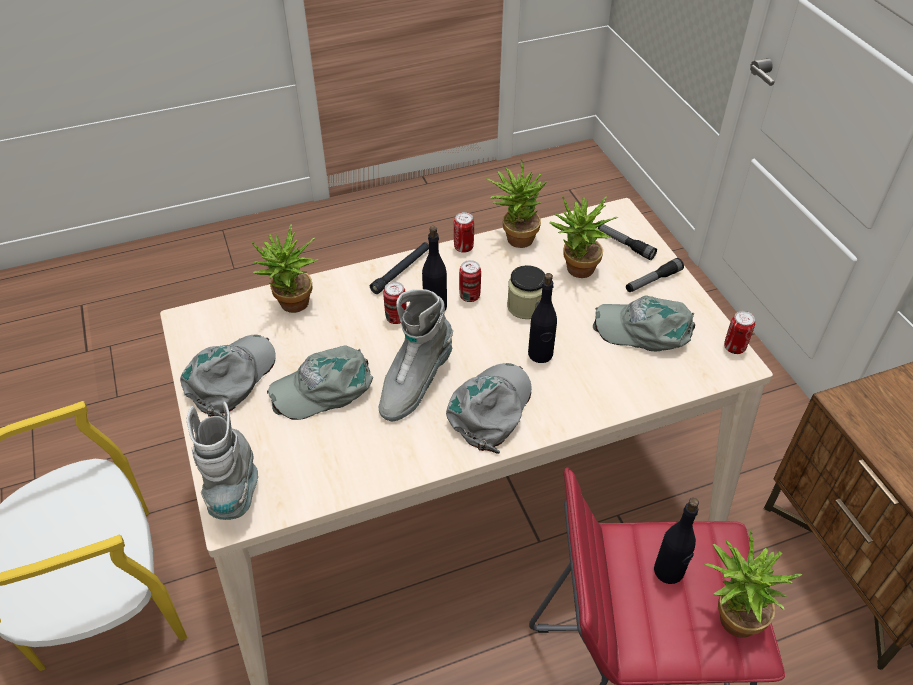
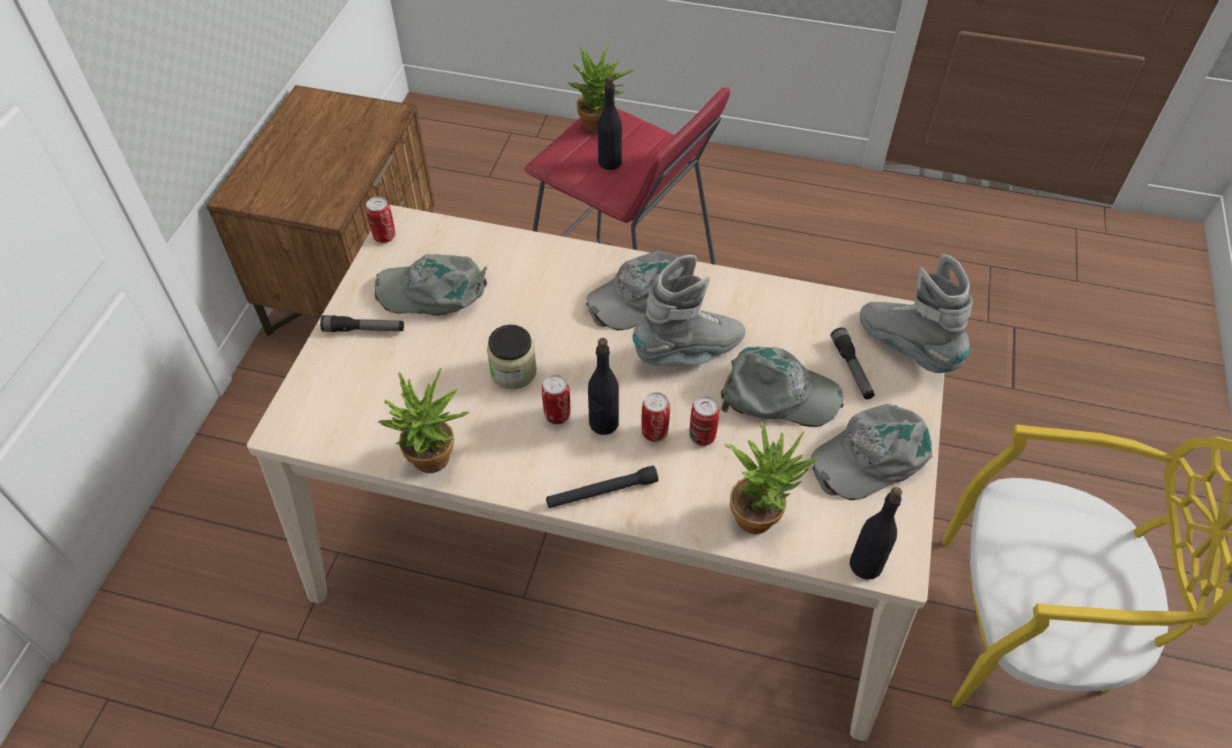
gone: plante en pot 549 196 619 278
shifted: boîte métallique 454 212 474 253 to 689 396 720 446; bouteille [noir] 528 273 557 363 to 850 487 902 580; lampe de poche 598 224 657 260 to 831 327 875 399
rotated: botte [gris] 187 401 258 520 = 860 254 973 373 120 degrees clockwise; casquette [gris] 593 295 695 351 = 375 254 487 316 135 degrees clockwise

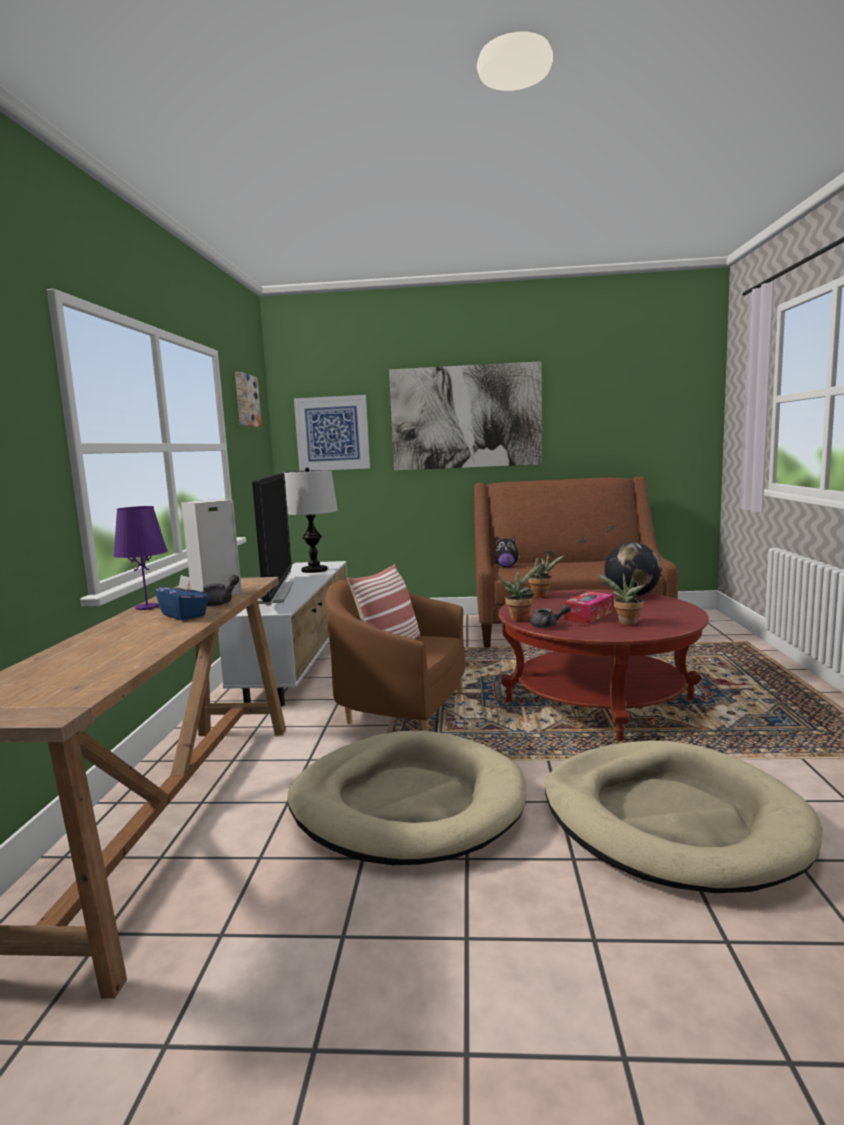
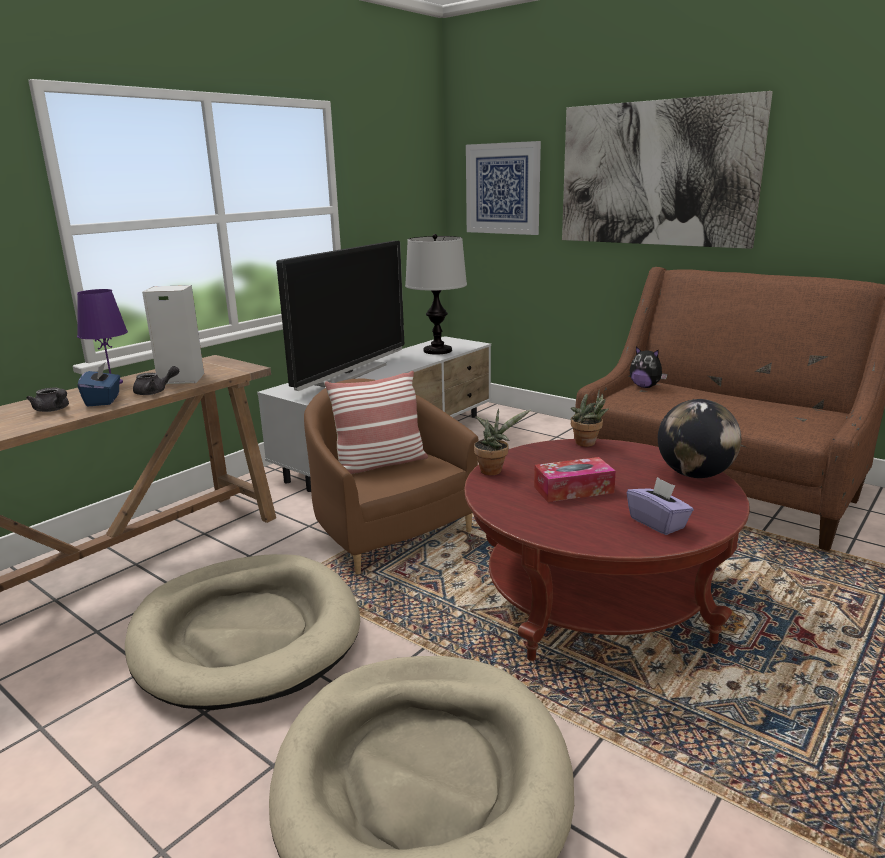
gone: tableau 235 372 262 427; plante en pot 596 573 645 625
new: boîte à mouchoirs [violet] 627 477 694 535
shifted: théière [gris] 530 604 571 628 to 26 388 69 412

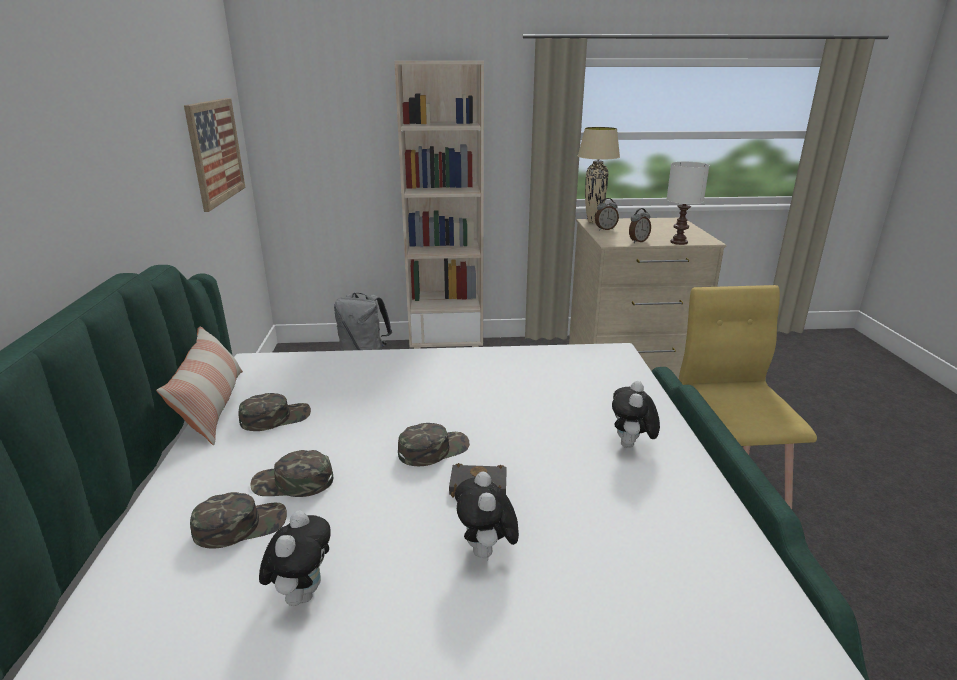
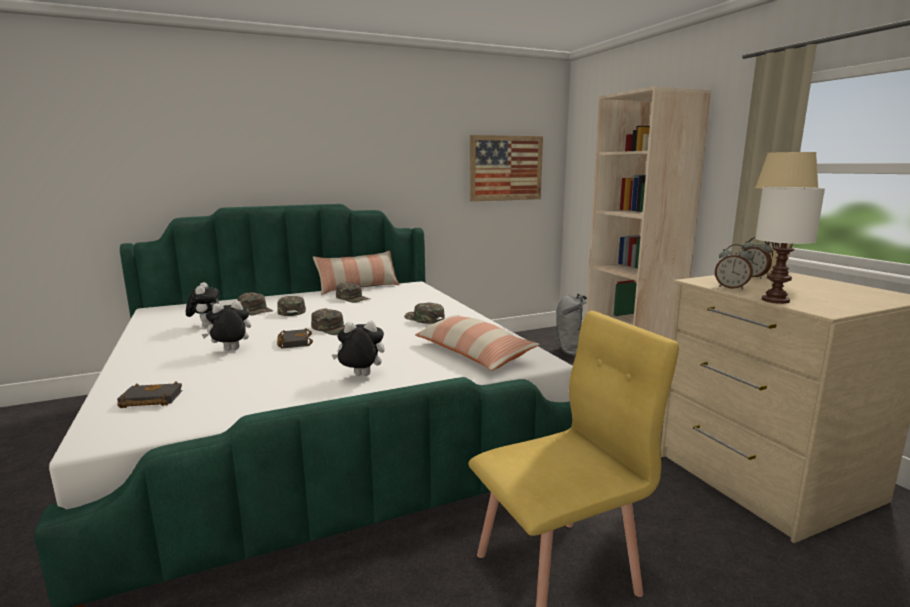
new: livre [noir] 117 381 183 408; casquette [vert] 404 303 445 324; coussin 415 315 540 371
rotated: peluche 259 510 331 606 = 186 282 220 327 90 degrees counterclockwise

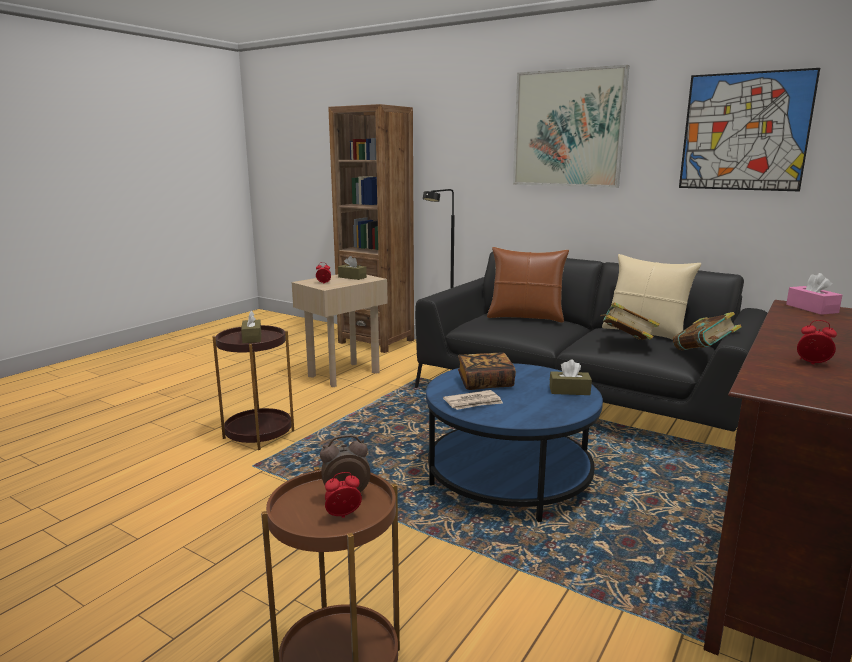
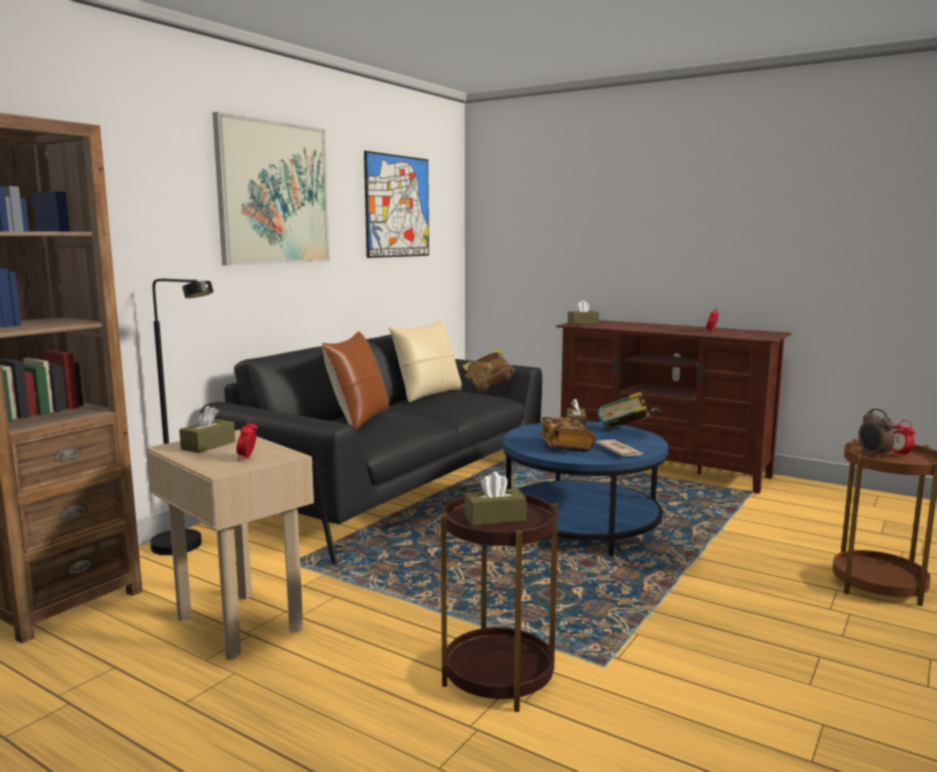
shifted: livre 600 302 660 340 to 598 392 650 429
repainted: boîte à mouchoirs [rose] 786 273 842 315 to boîte à mouchoirs [marron] 568 300 599 325

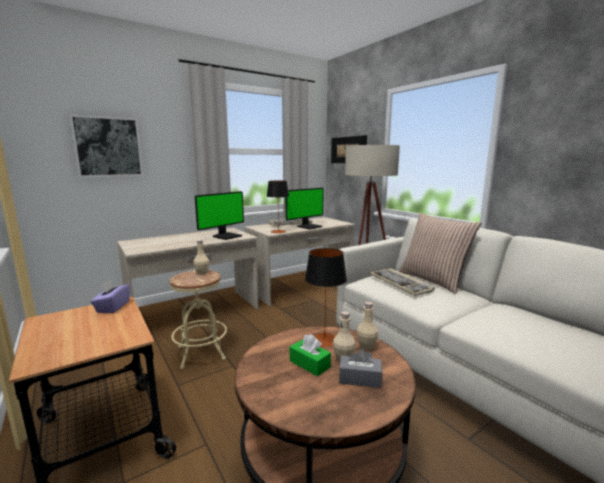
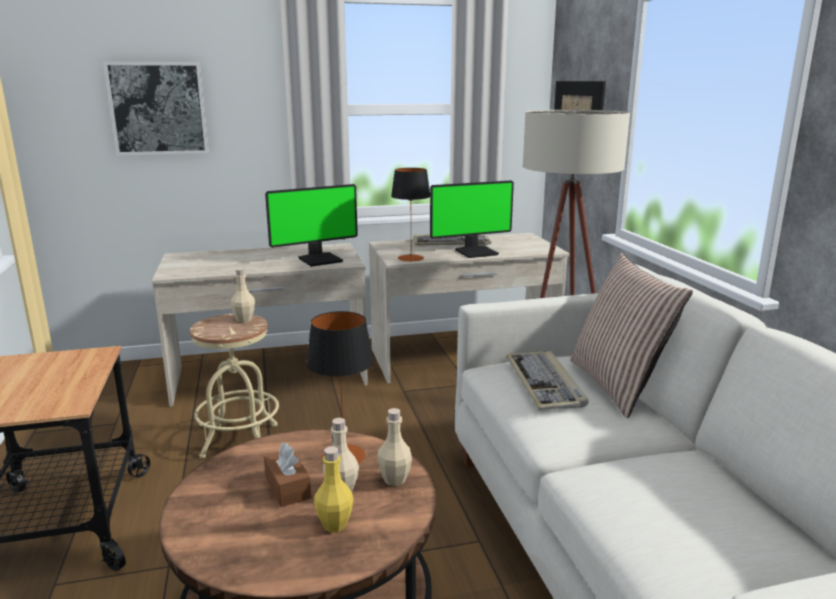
gone: boîte à mouchoirs [violet] 91 280 130 313
swapped: boîte à mouchoirs [gris] 339 349 382 388 to bouteille [jaune] 314 446 354 532
repainted: boîte à mouchoirs [vert] 290 334 331 377 to boîte à mouchoirs [marron] 264 443 311 507

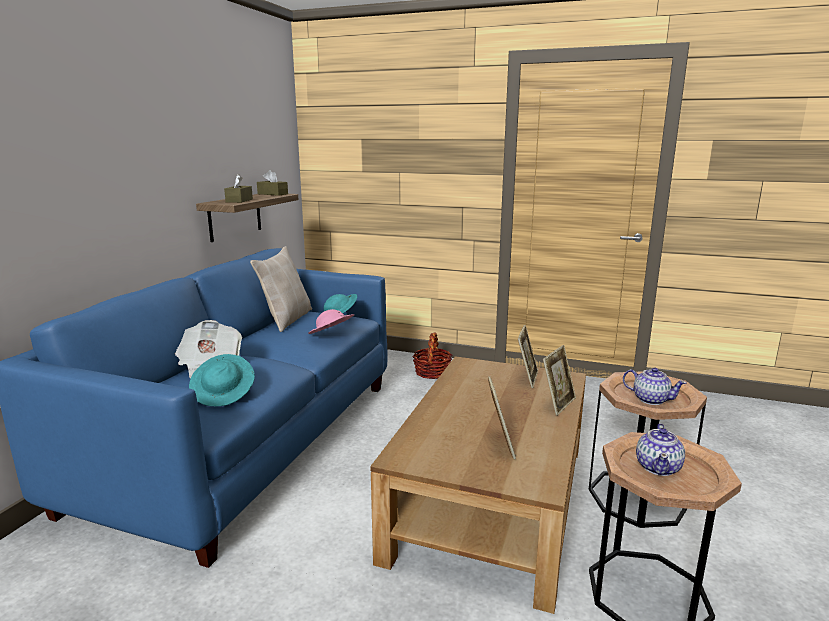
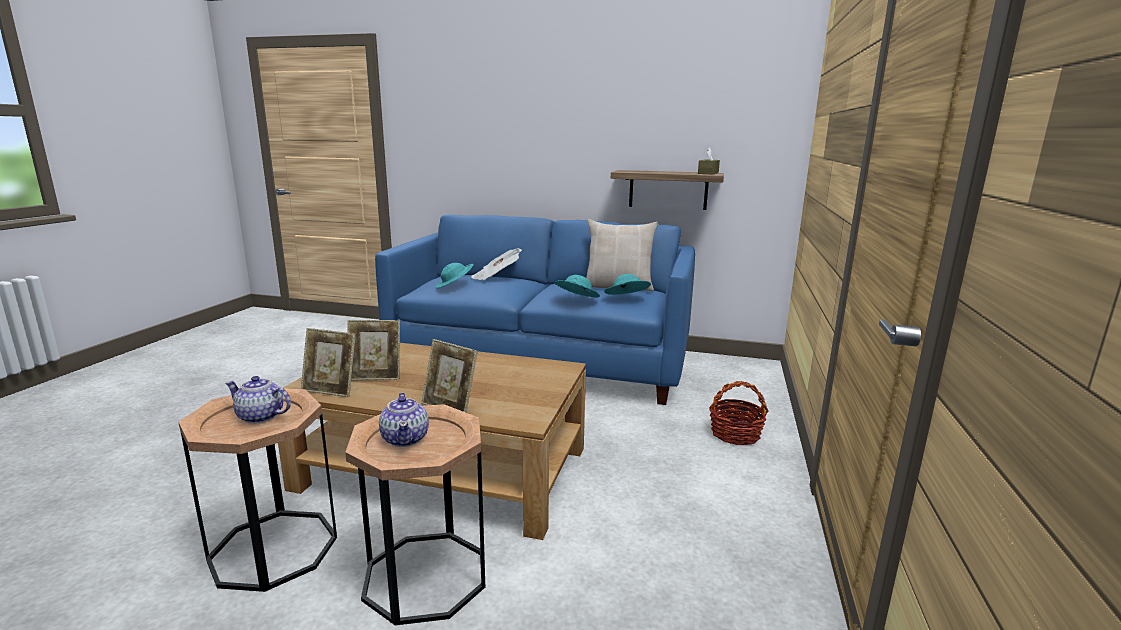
gone: boîte à mouchoirs [marron] 224 174 253 203
shifted: cadre photo 518 325 538 388 to 301 328 356 397
repainted: chapeau [rose] 308 309 354 334 to chapeau [turquoise] 555 275 600 297
rotated: théière 623 368 687 405 = 379 393 429 447 45 degrees counterclockwise

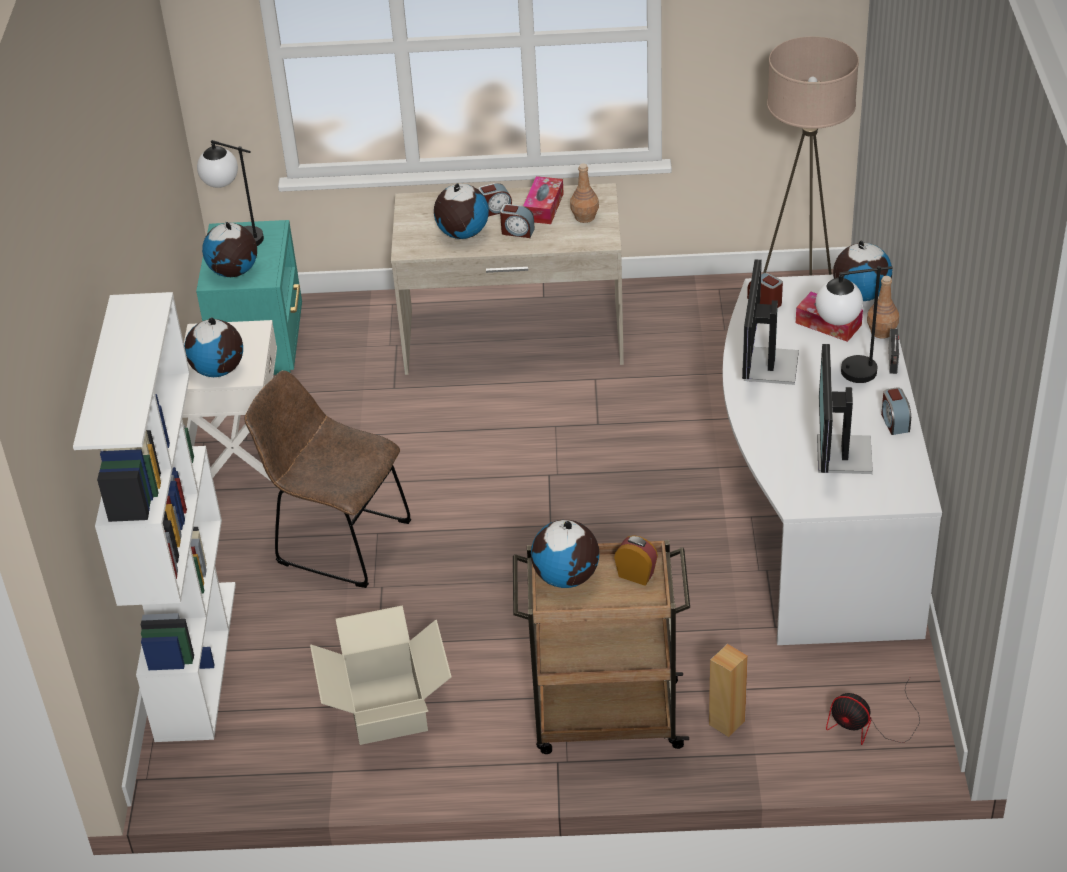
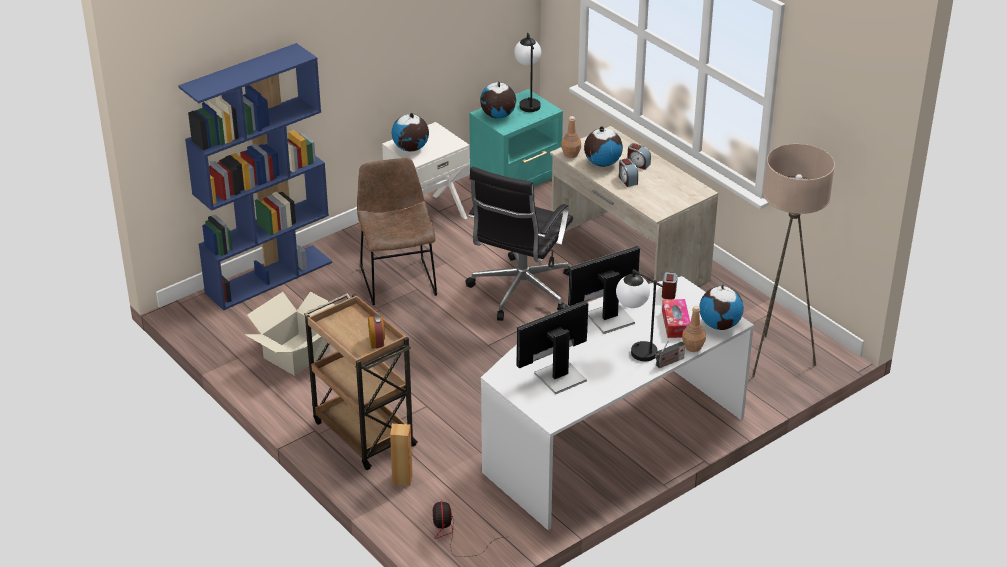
gone: boîte à mouchoirs 523 176 564 224; globe 531 520 599 588; réveil 881 387 911 435
new: chaise de bureau [noir] 465 167 573 321
shifted: bouteille [marron] 570 163 599 223 to 561 116 581 158
repainted: bibliothèque [blanc] 73 292 236 742 to bibliothèque [bleu] 178 43 332 311

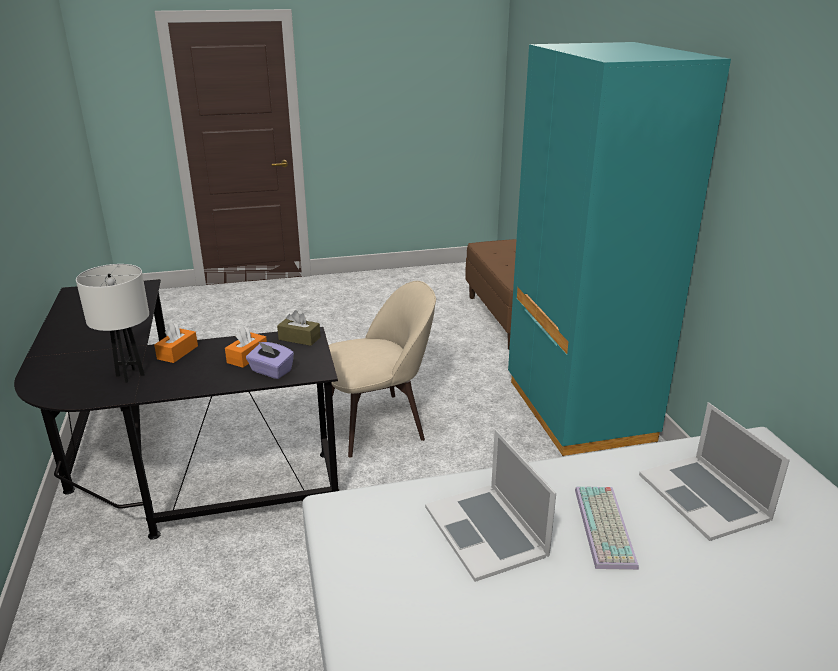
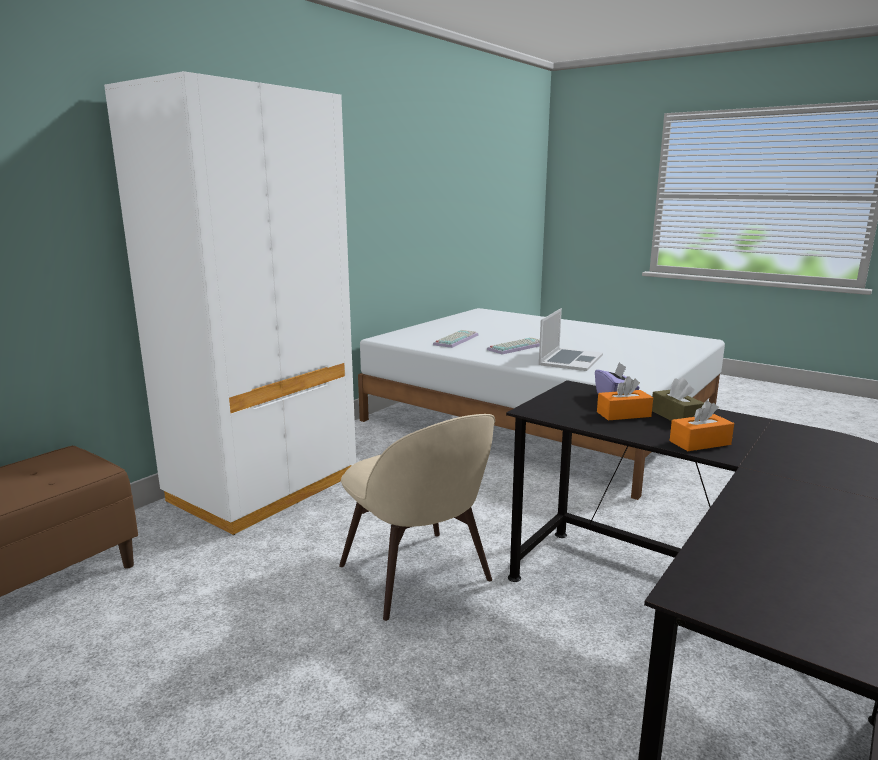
gone: lampe de table [blanc] 76 264 149 383
shifted: boîte à mouchoirs [marron] 277 310 320 346 to 652 378 704 421
swapped: ordinateur portable 639 402 790 541 to clavier 433 330 479 348
repainted: armoire [turquoise] 508 42 731 456 to armoire [blanc] 104 71 356 535
rotated: chaise [beige] 325 281 436 457 = 339 414 495 621 150 degrees counterclockwise

